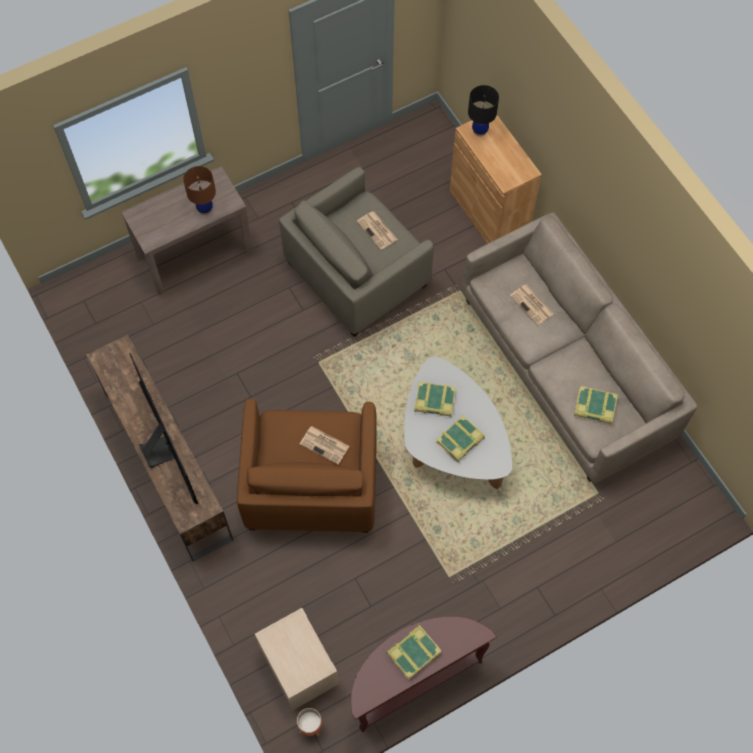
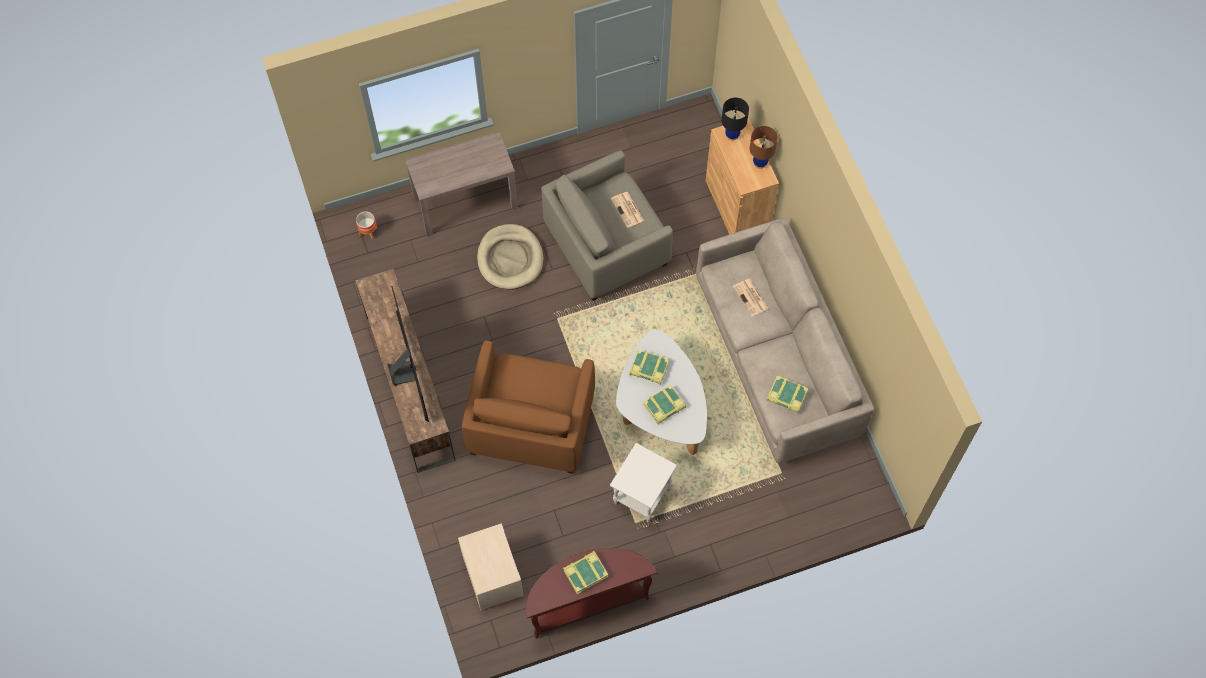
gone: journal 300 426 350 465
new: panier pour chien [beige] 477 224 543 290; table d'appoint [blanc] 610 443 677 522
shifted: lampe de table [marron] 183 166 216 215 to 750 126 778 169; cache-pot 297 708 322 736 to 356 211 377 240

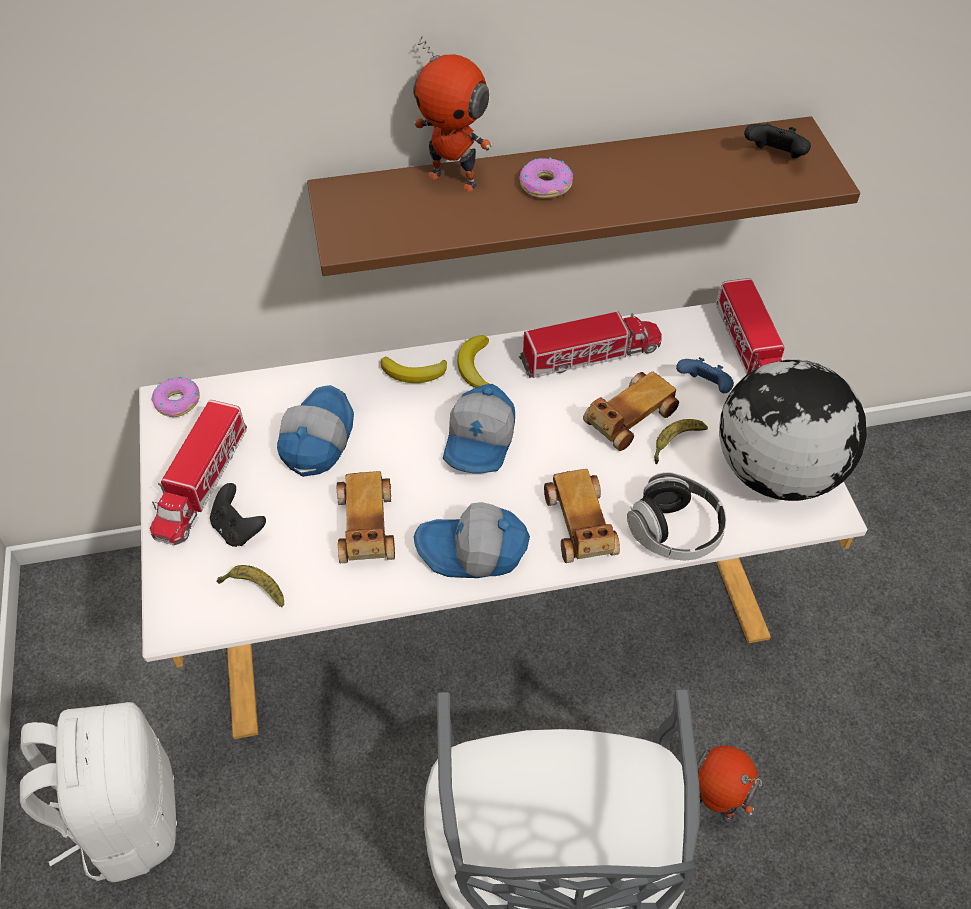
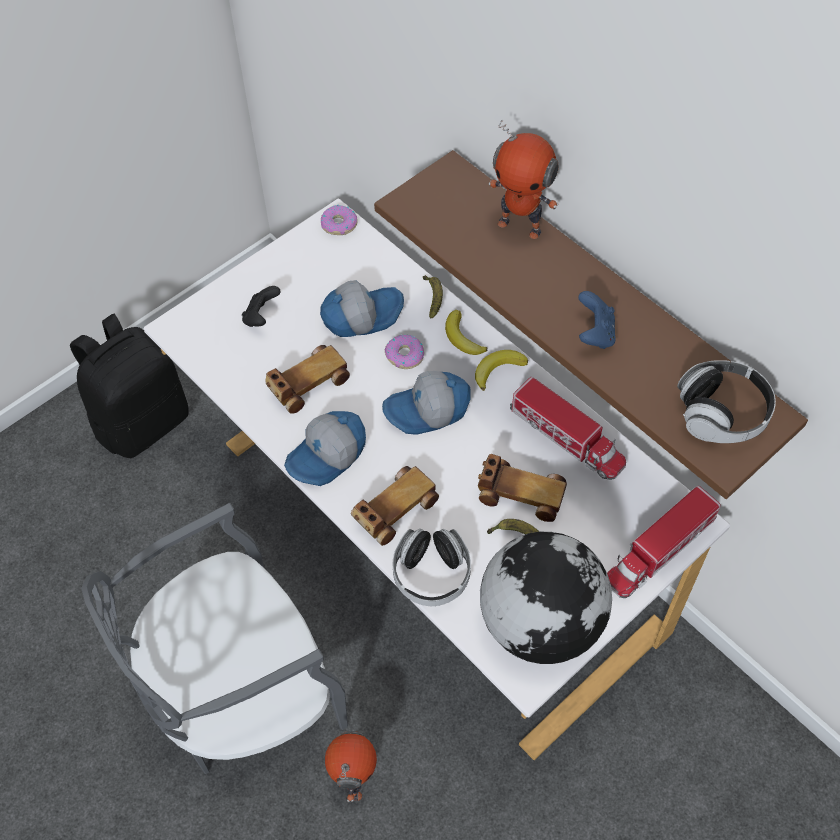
gone: camion jouet 150 400 247 545
shifted: banane 217 565 284 607 to 423 275 443 319; beignet 519 157 573 199 to 384 335 424 369; manette [bleu] 676 357 734 393 to 578 291 616 349
swapped: manette [noir] 744 124 811 158 to casque audio 677 360 776 443
repainted: sac à dos [blanc] 20 702 177 882 to sac à dos [noir] 70 314 189 458
rotated: robot jouet 413 36 493 192 = 489 120 559 239 60 degrees counterclockwise; casquette 414 502 530 578 = 284 411 366 486 105 degrees counterclockwise

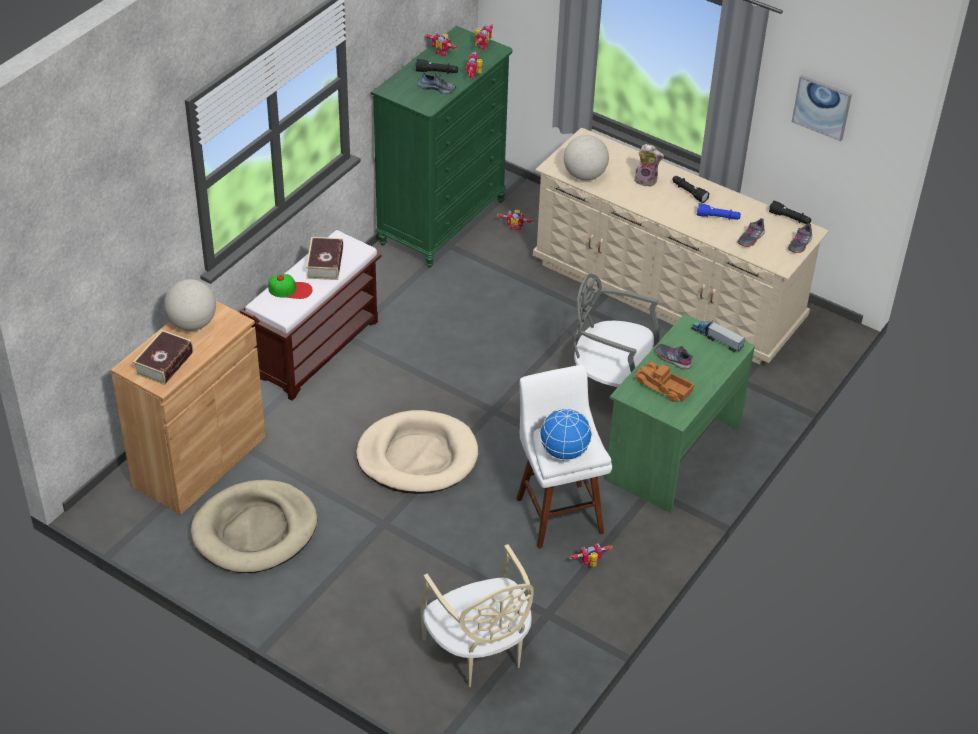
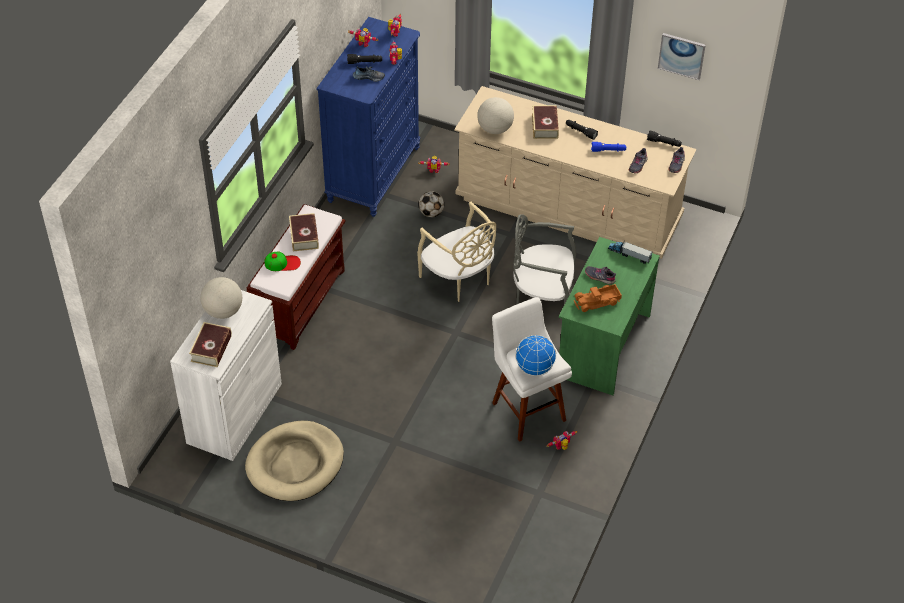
gone: panier pour chien [beige] 356 410 478 494
new: ballon de foot 418 191 444 217
shifted: chaise [beige] 420 544 534 687 to 417 201 496 302
swapped: peluche 634 144 664 187 to livre 532 105 559 139
repainted: meuble de rangement [marron] 111 301 266 515 to meuble de rangement [blanc] 170 290 282 461; commode [vert] 371 26 512 268 to commode [bleu] 317 17 420 217
rotated: camion jouet 635 361 694 402 = 574 284 622 312 45 degrees counterclockwise

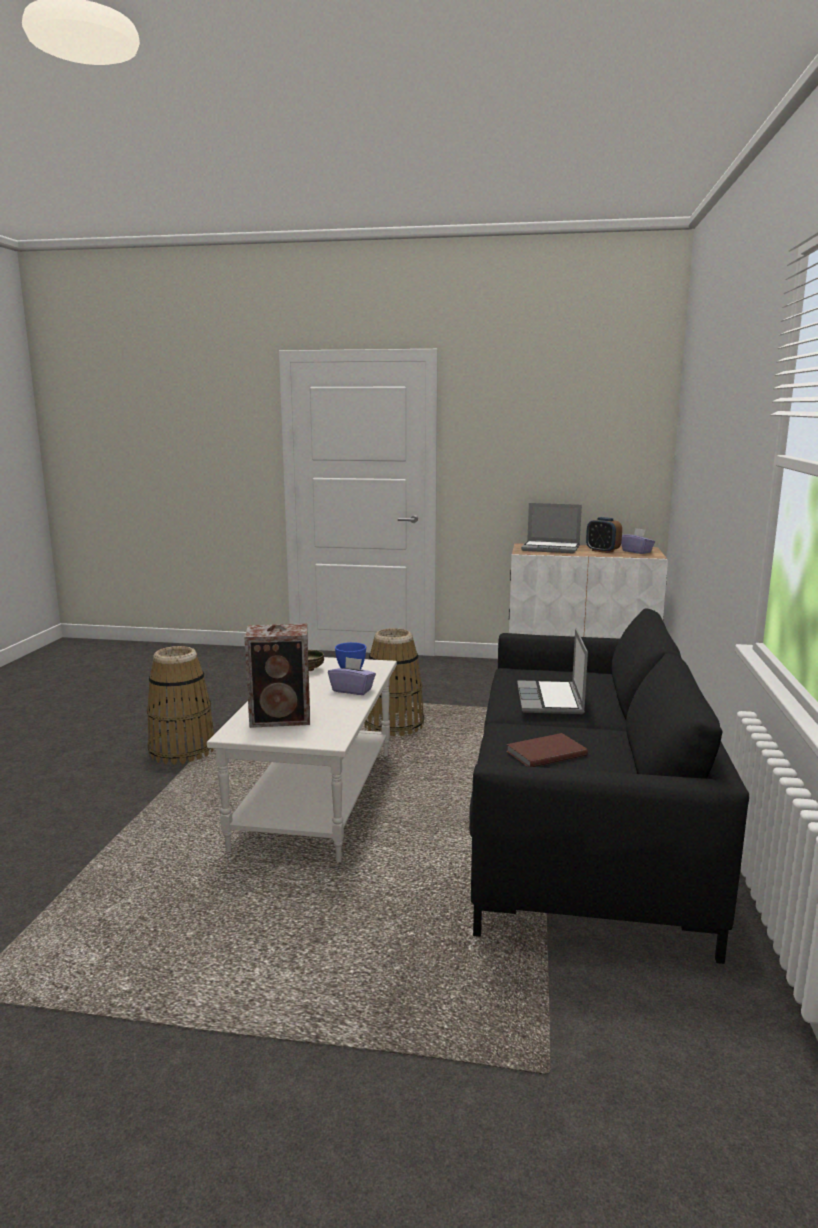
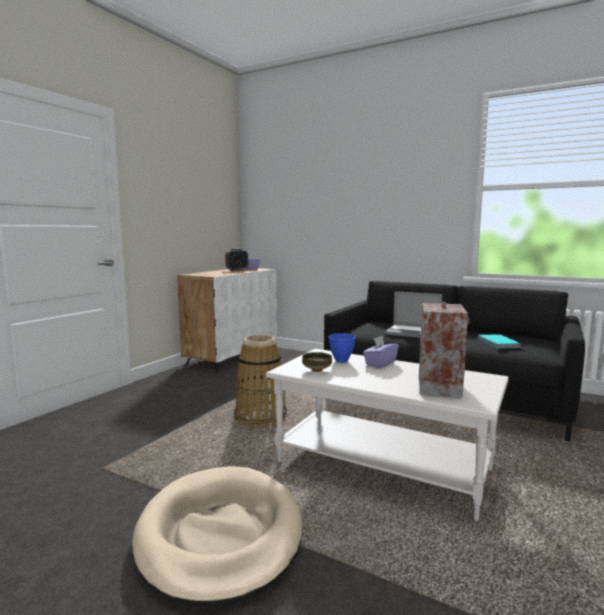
gone: ordinateur portable 521 503 582 554
swapped: panier 147 646 215 765 to panier pour chien [beige] 132 466 303 607
repainted: livre [marron] 506 733 588 767 to livre [turquoise] 479 334 522 349

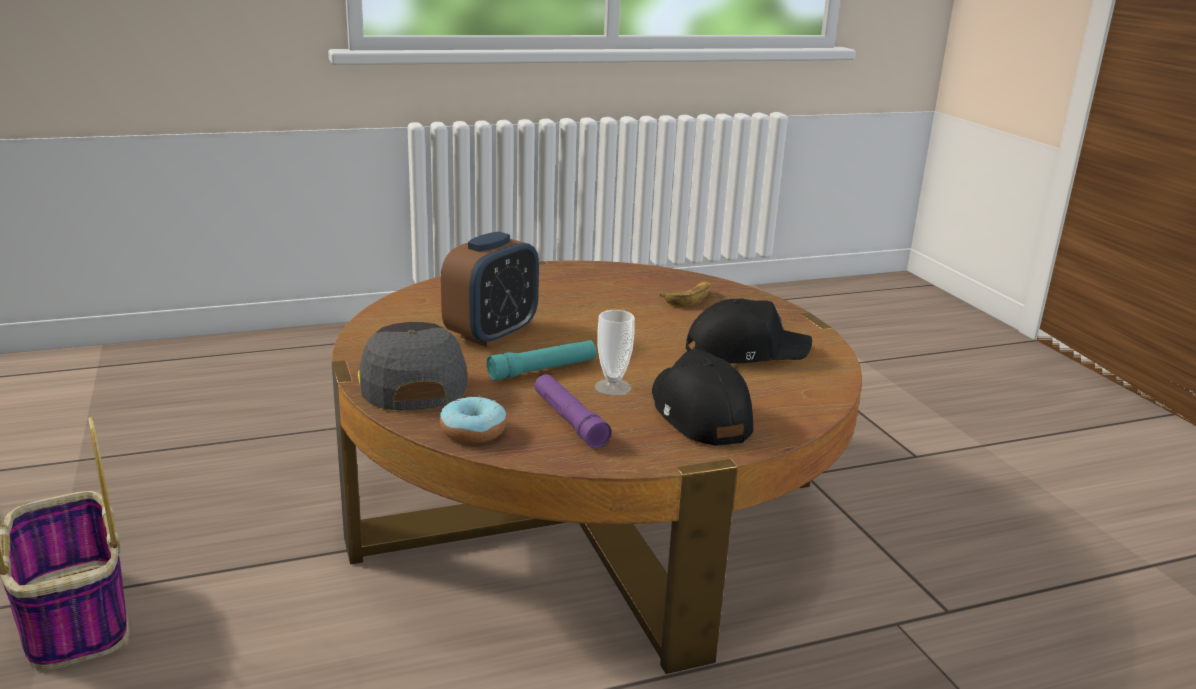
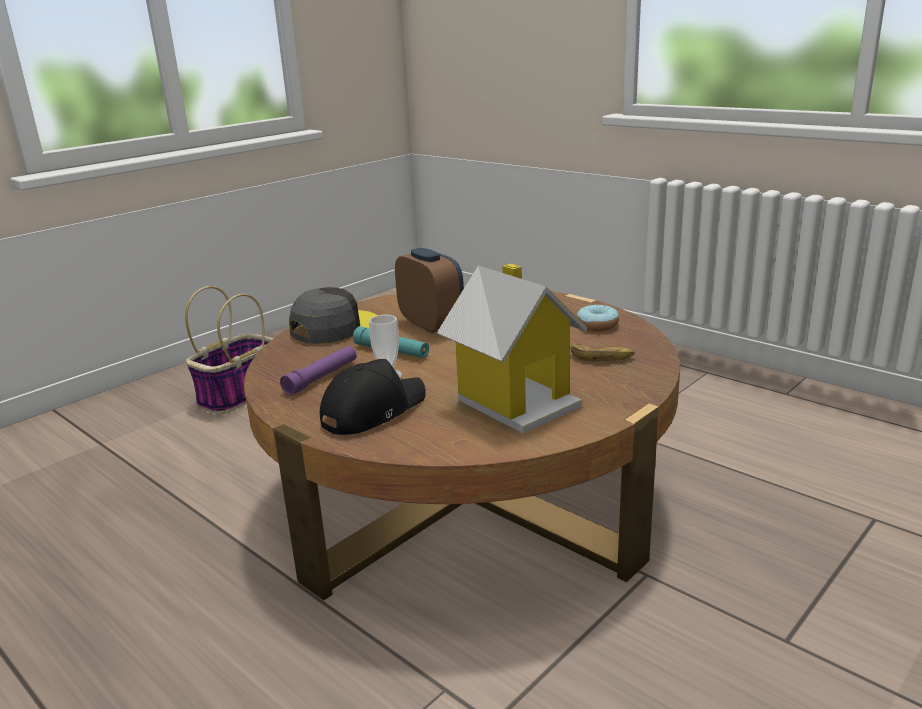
shifted: beignet 440 396 507 443 to 577 304 619 331
swapped: casquette [noir] 686 298 812 364 to maison miniature 437 264 587 434
rotated: réveil 441 231 539 347 = 395 248 464 333 135 degrees counterclockwise

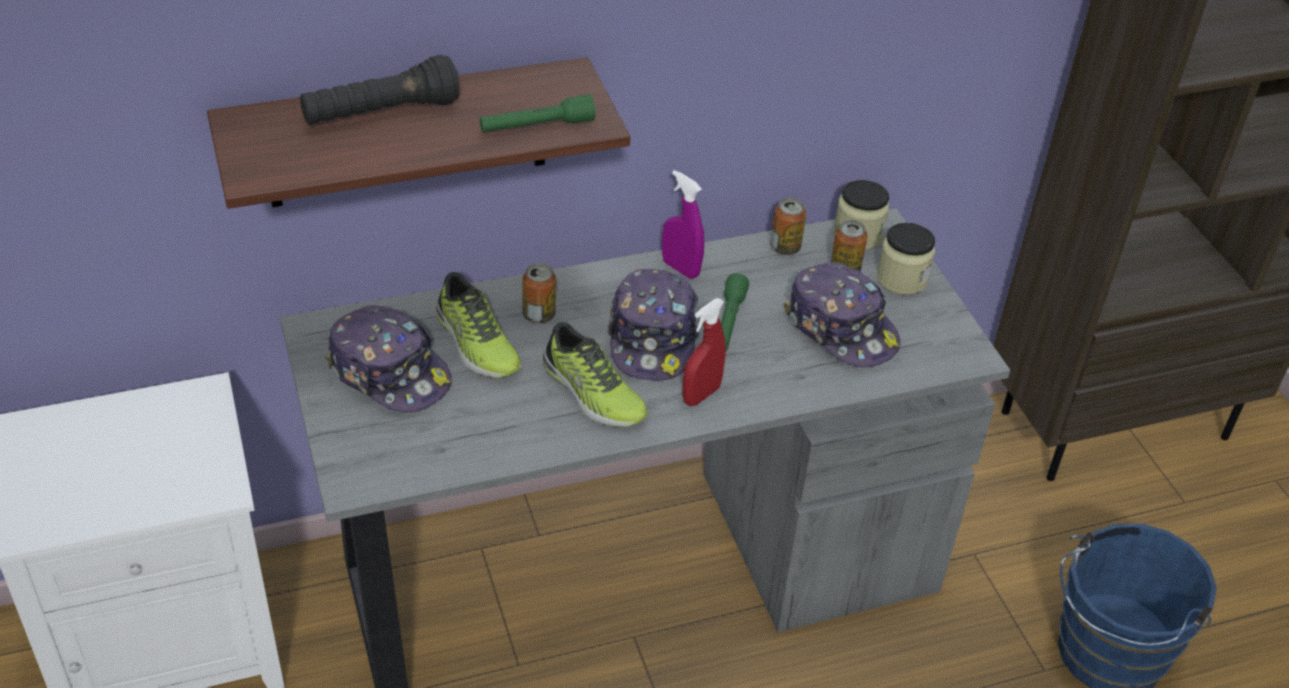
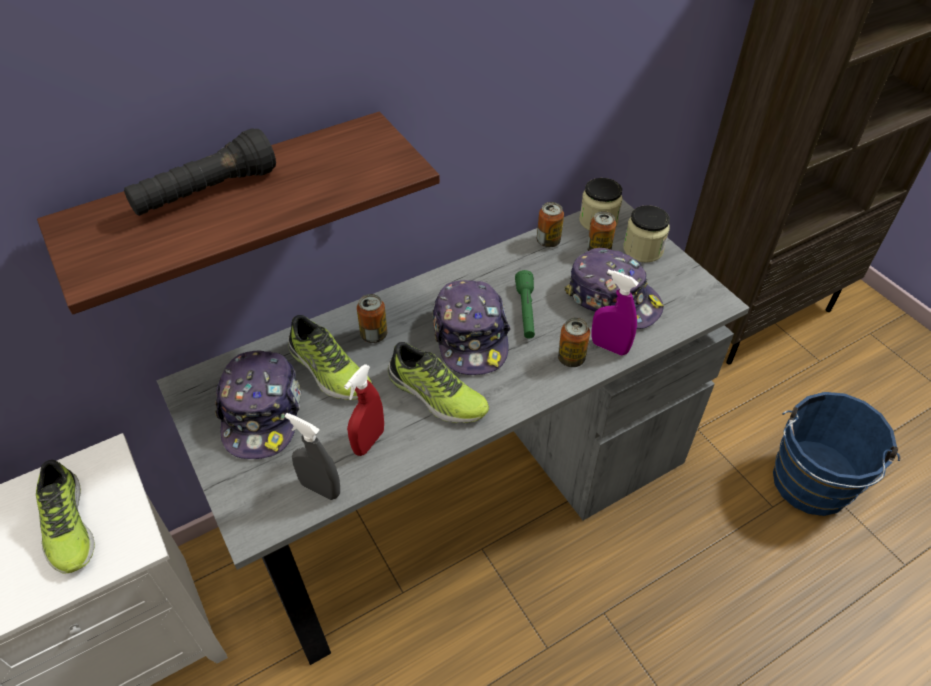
gone: lampe de poche [vert] 480 94 595 132
new: chaussure 36 460 95 574; vaporisateur [gris] 285 413 340 500; boîte métallique 558 318 590 367
shifted: vaporisateur [violet] 662 170 704 279 to 592 269 639 355; vaporisateur [rouge] 682 298 726 406 to 344 364 384 456
rotated: casquette 325 305 452 412 = 215 350 301 459 60 degrees clockwise

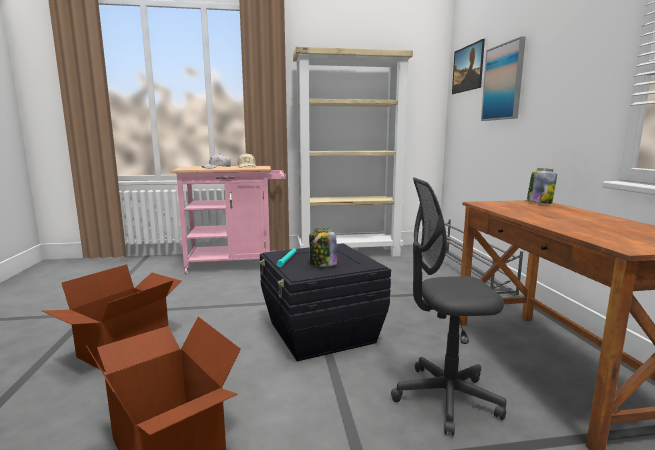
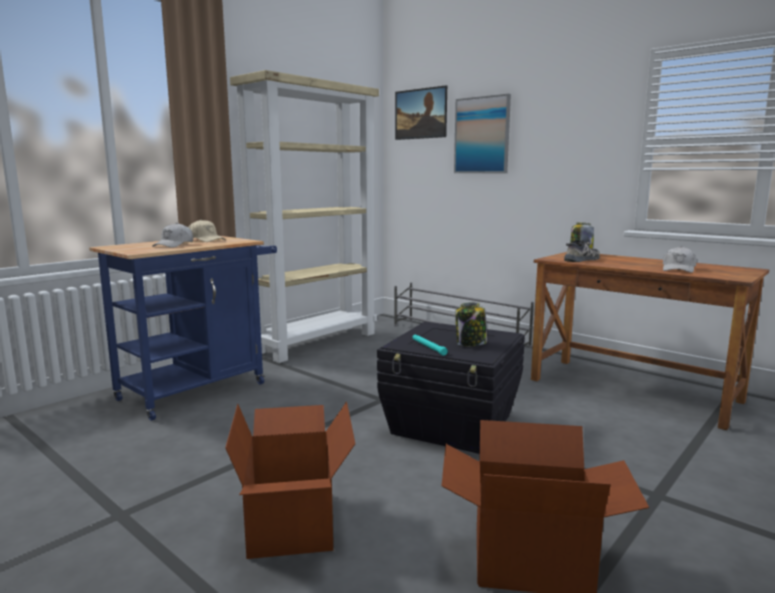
gone: chaise de bureau [gris] 391 178 506 436
new: chaussure 564 240 600 262; casquette [blanc] 663 246 696 273
repainted: chariot [rose] 171 166 286 274 to chariot [bleu] 89 236 277 421

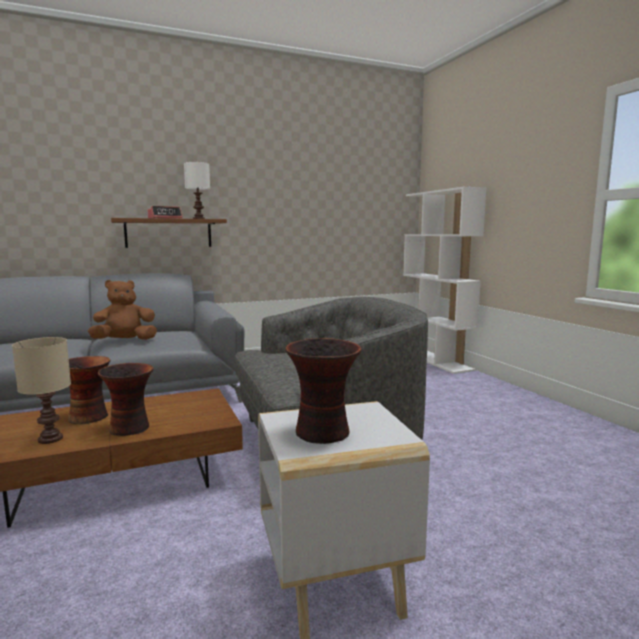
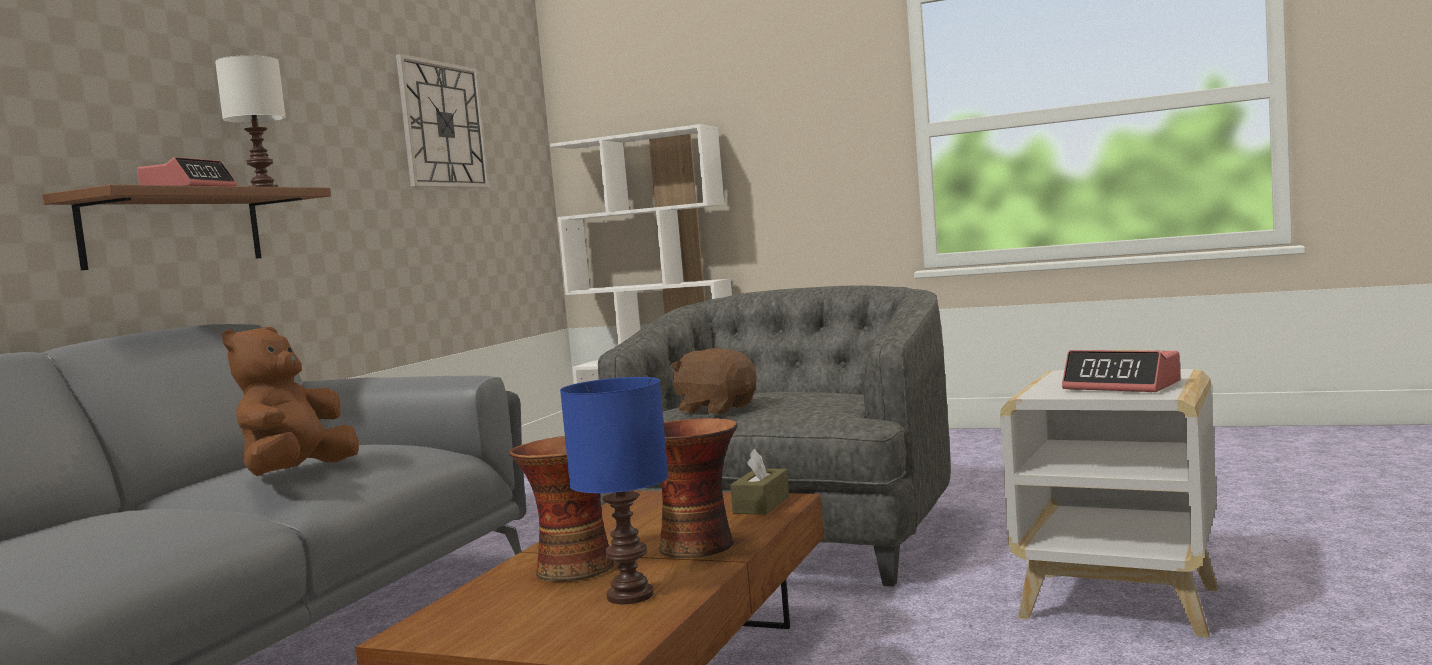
new: horloge murale 396 54 490 188; peluche [marron] 671 348 757 414; boîte à mouchoirs [marron] 730 449 789 515
swapped: vase 285 338 361 444 to réveil 1062 349 1181 392
repainted: lampe de table [beige] 12 337 71 444 to lampe de table [bleu] 560 377 669 604

